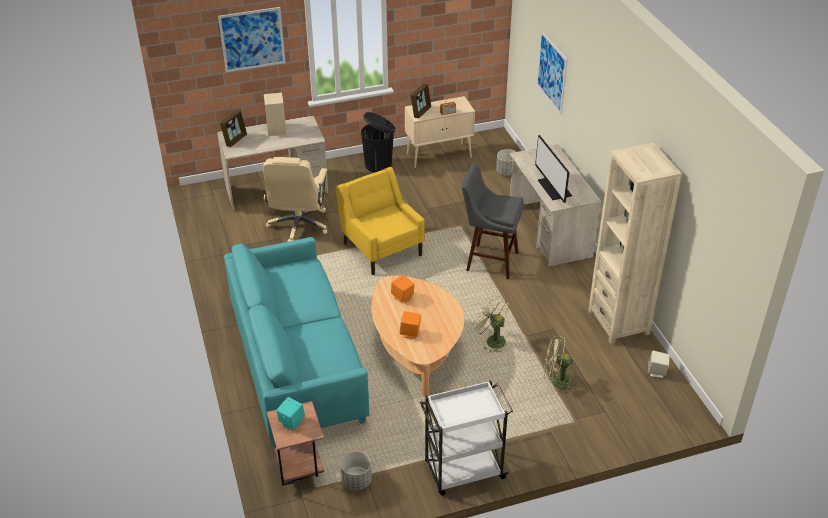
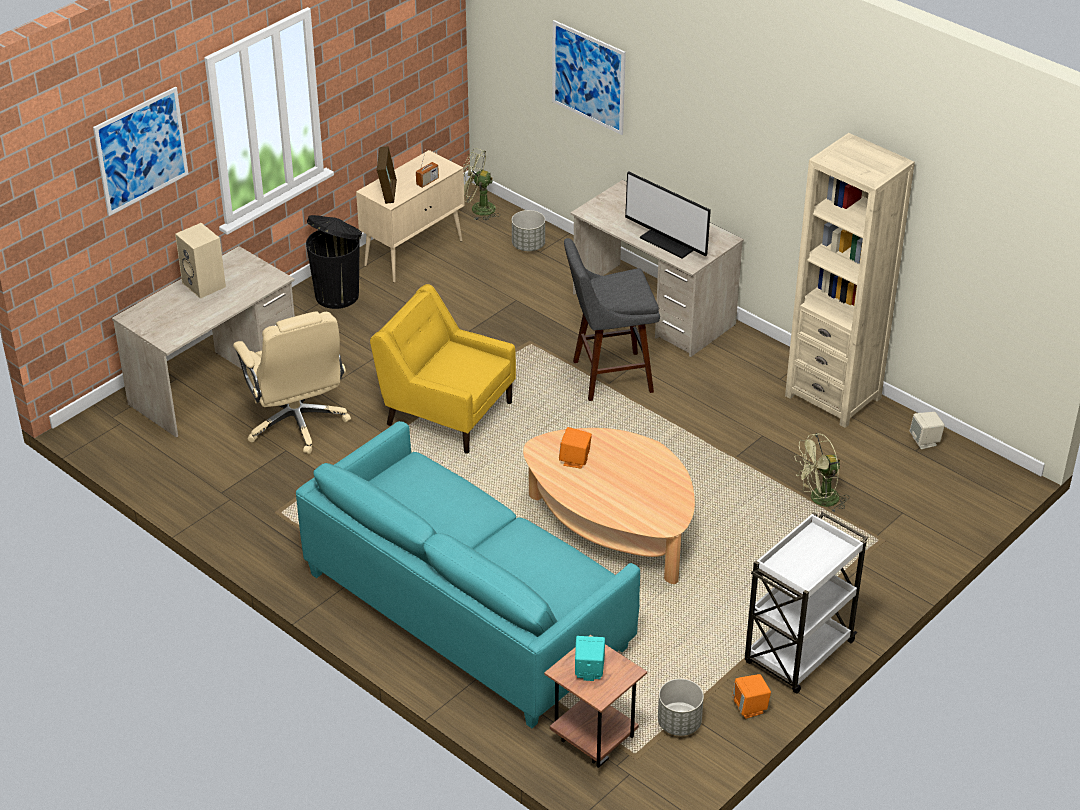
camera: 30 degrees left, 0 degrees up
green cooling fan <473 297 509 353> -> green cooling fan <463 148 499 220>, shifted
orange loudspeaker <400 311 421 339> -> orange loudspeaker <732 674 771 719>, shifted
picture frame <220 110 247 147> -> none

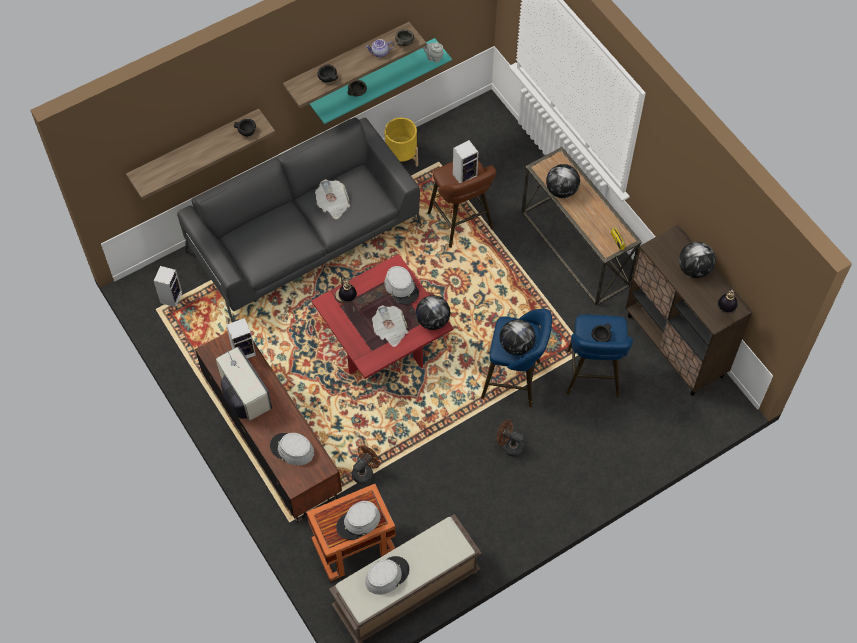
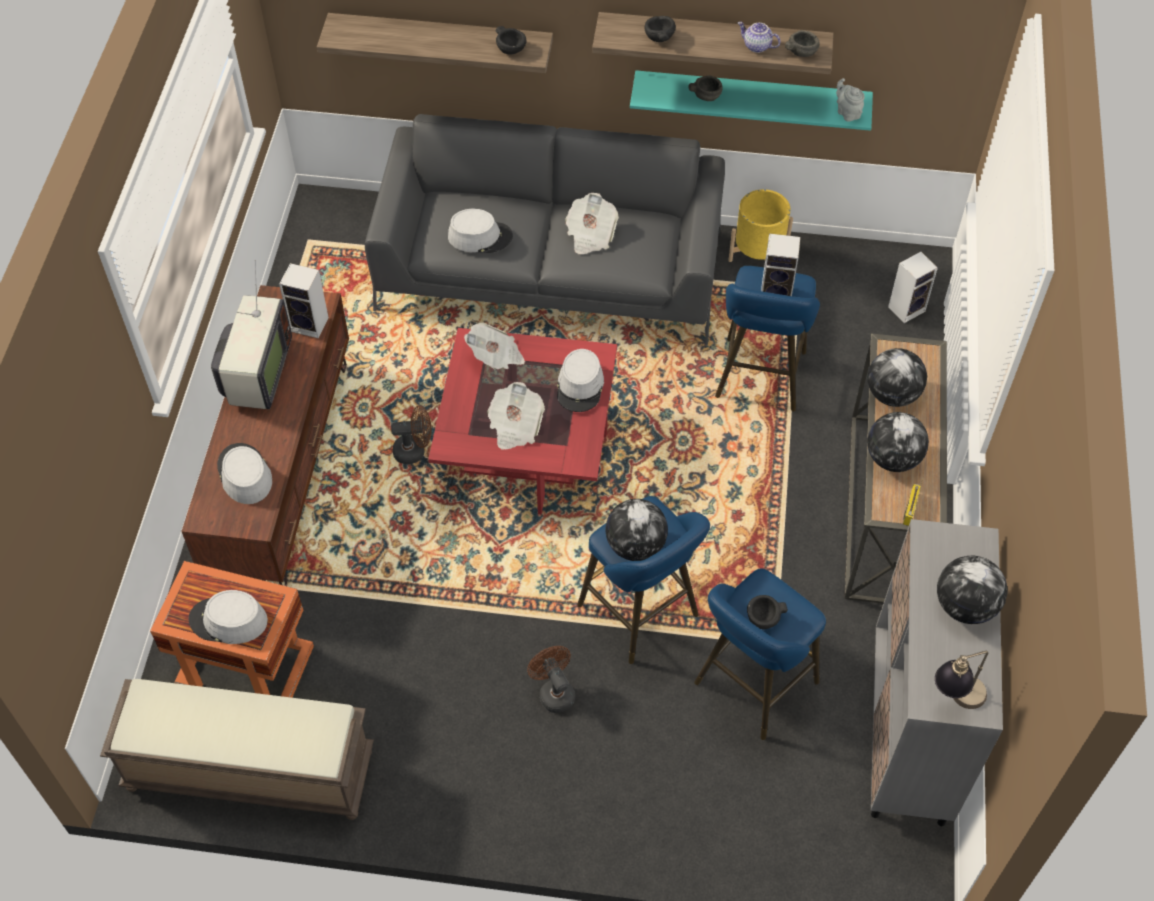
camera: 40 degrees right, 5 degrees down
brown-coloured cooling fan <352 445 380 485> -> brown-coloured cooling fan <391 405 432 464>, shifted
grey clothing hat <365 556 409 595> -> grey clothing hat <448 209 513 253>, shifted
table lamp <335 273 357 304> -> daily paper <464 323 525 370>
brown-coloured sitting stool <428 160 496 248> -> blue-coloured sitting stool <715 266 820 411>
world globe <416 295 450 330> -> world globe <867 412 929 472>, shifted
brown-coloured cupboard <625 225 752 396> -> grey cupboard <871 519 1003 826>
loudspeaker <154 266 182 307> -> loudspeaker <888 252 938 323>, shifted

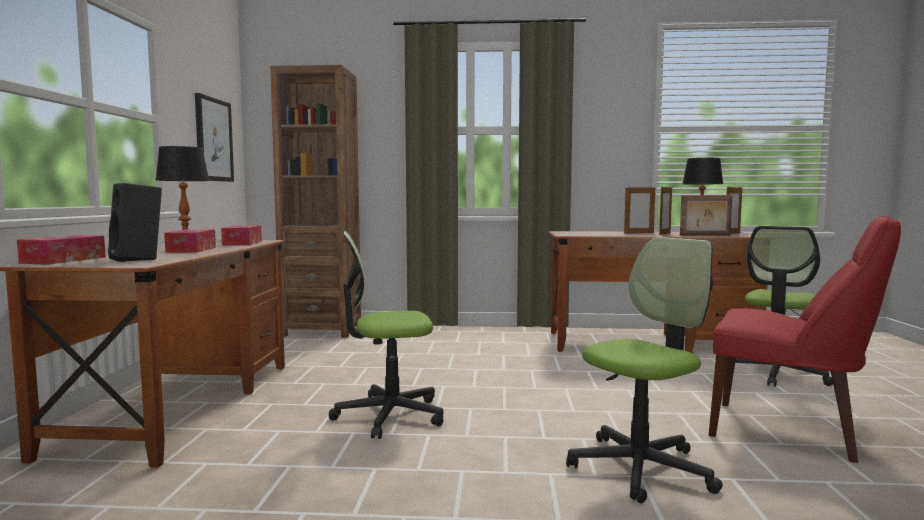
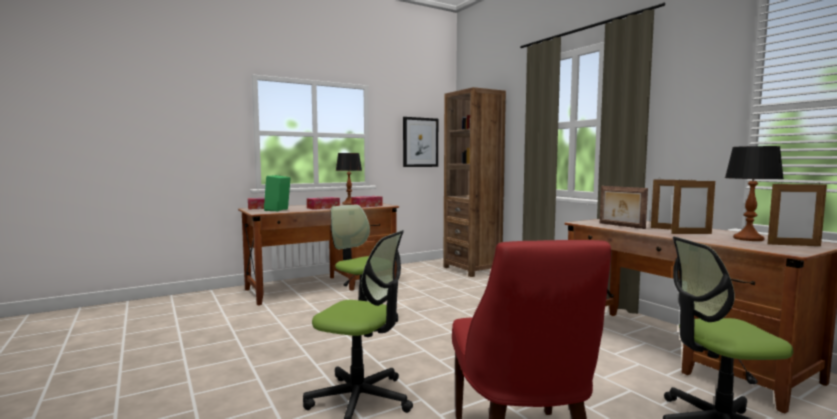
camera: 55 degrees right, 0 degrees up
blackish loudspeaker <108 183 162 262> -> green loudspeaker <264 175 291 211>
picture frame <680 195 733 236> -> picture frame <600 186 648 229>, shifted

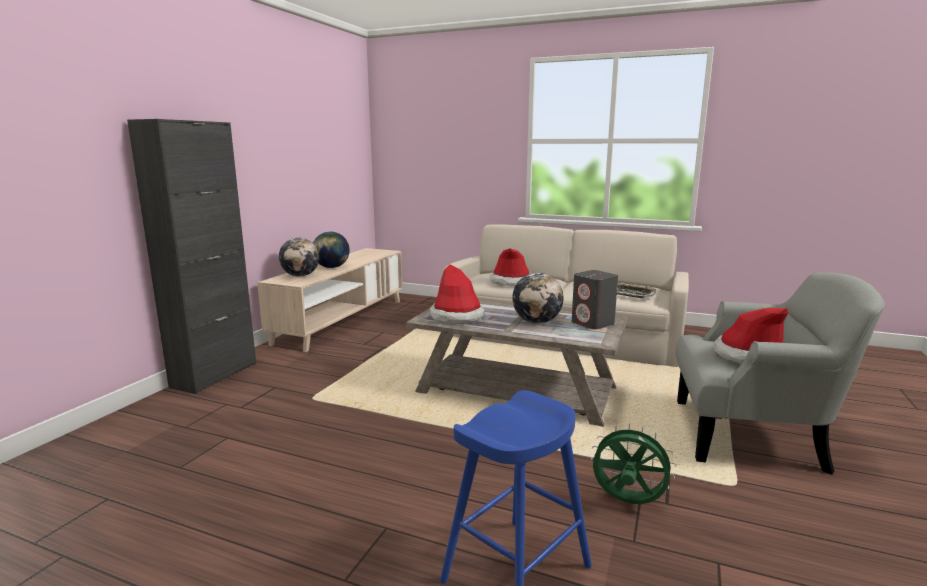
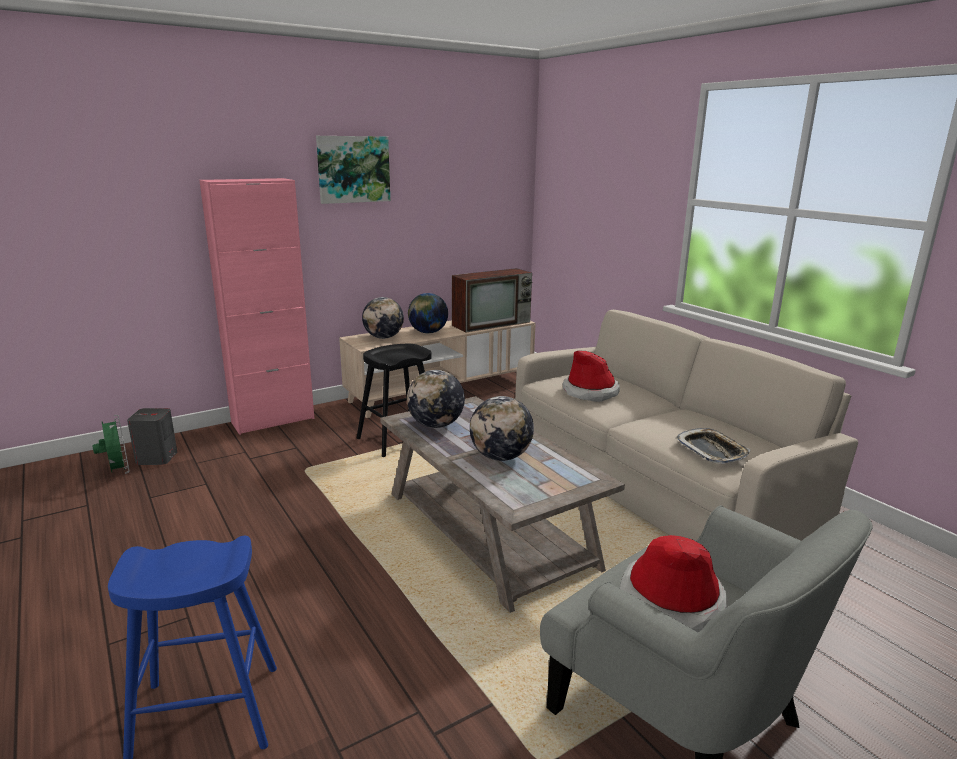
camera: 35 degrees right, 5 degrees up
green cooling fan <591 423 677 504> -> green cooling fan <92 415 129 474>, shifted
grey loudspeaker <572 270 618 329> -> grey loudspeaker <127 408 177 465>, shifted
blackish cupboard <127 119 256 394> -> pinkish cupboard <199 178 314 435>
none -> wall picture <316 136 390 204>
none -> blackish sitting stool <357 344 432 457>
clothing hat <430 264 485 325> -> world globe <407 370 465 428>
none -> TV set <452 268 533 332>

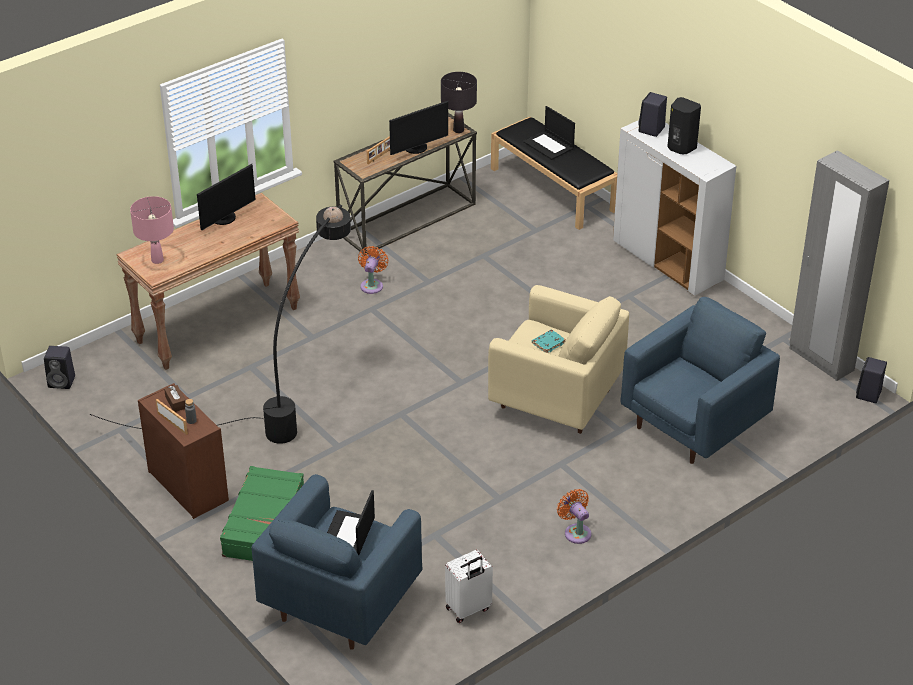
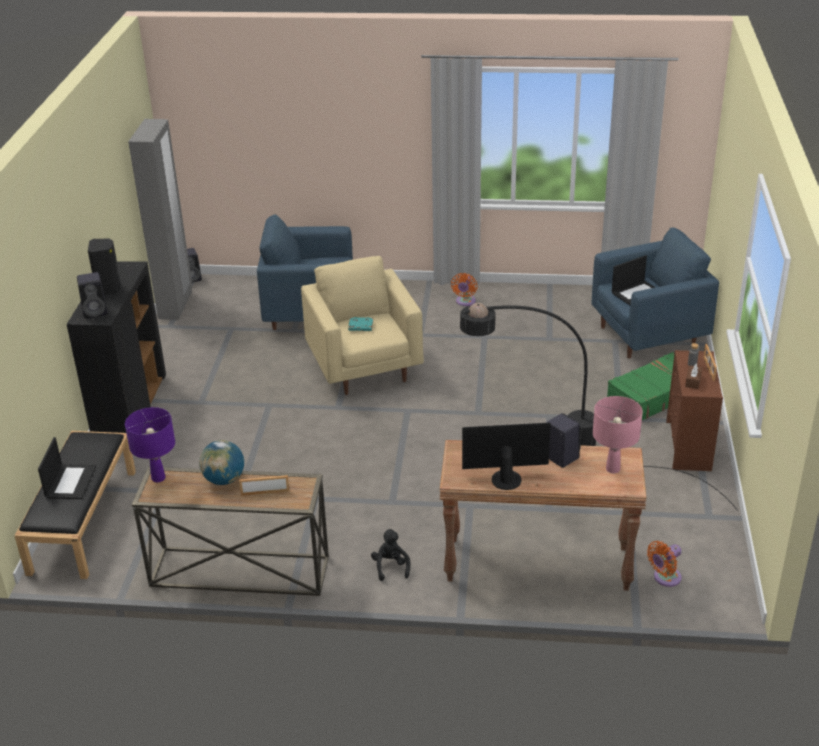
camera: 135 degrees left, 5 degrees down
whitish cupboard <613 120 736 296> -> blackish cupboard <67 261 166 433>
blackish table lamp <441 72 477 133> -> purple-coloured table lamp <125 407 175 482>
monitor <389 101 448 155> -> world globe <199 440 244 485>
none -> blackish cuddly toy <371 529 411 581>
blackish loudspeaker <44 346 75 389> -> blackish loudspeaker <547 413 581 468>, shifted
orange cooling fan <358 246 388 294> -> orange cooling fan <647 541 682 587>, shifted
whitish suitcase <445 550 493 623> -> none

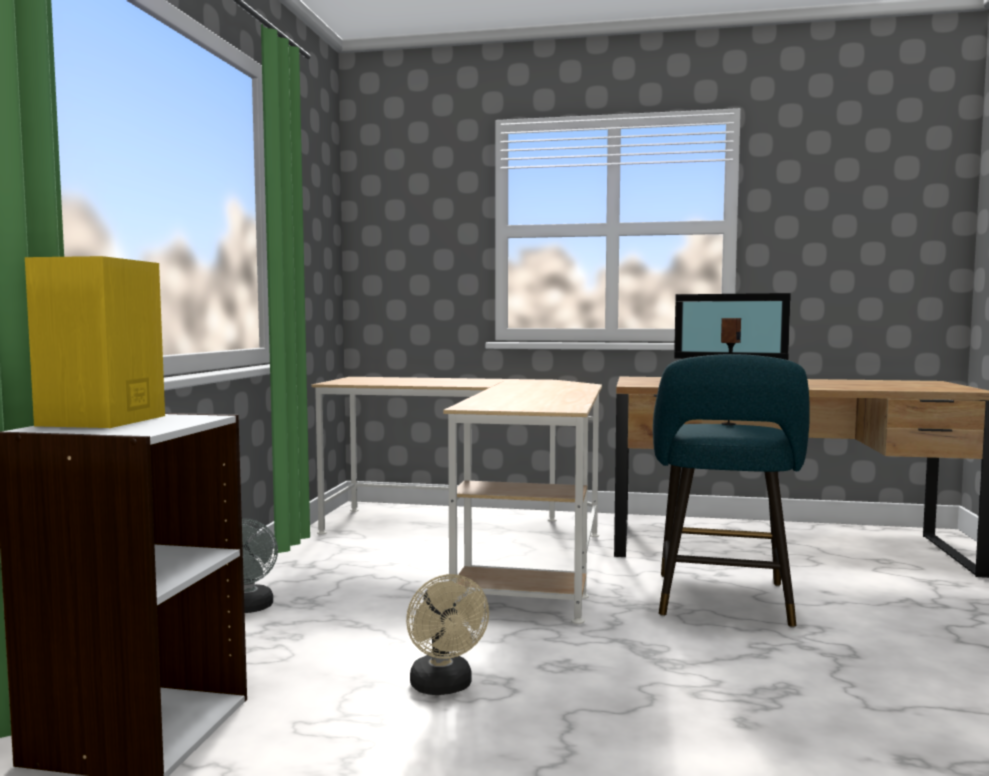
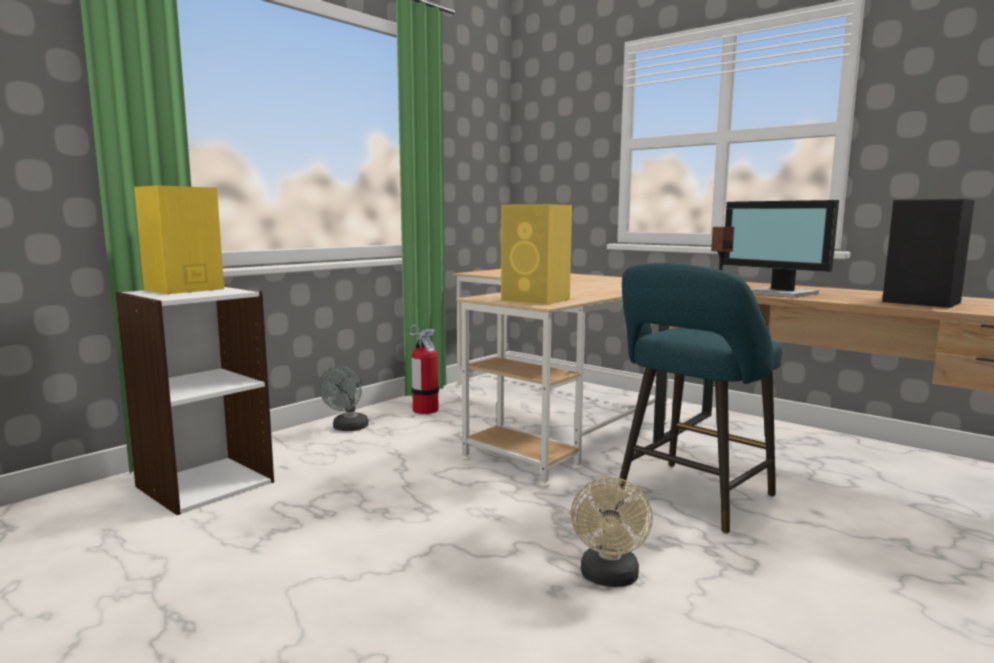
camera: 30 degrees right, 5 degrees up
none -> extinguisher <408 325 439 414>
none -> yellowish loudspeaker <501 204 572 305>
sand-coloured cooling fan <406 574 489 695> -> sand-coloured cooling fan <571 477 653 587>, shifted
none -> blackish loudspeaker <882 199 975 308>

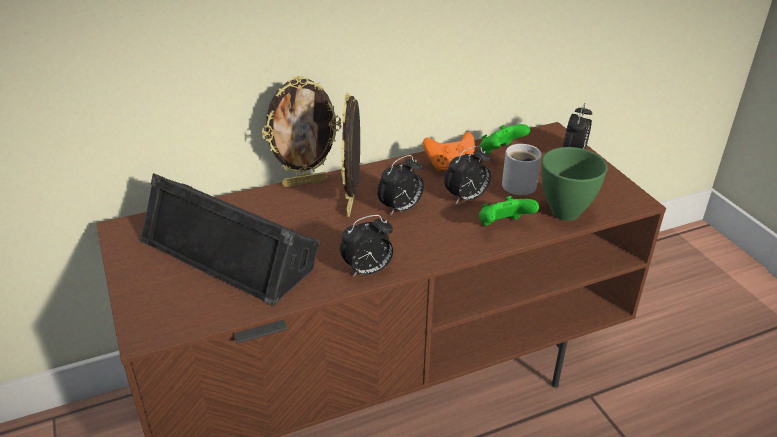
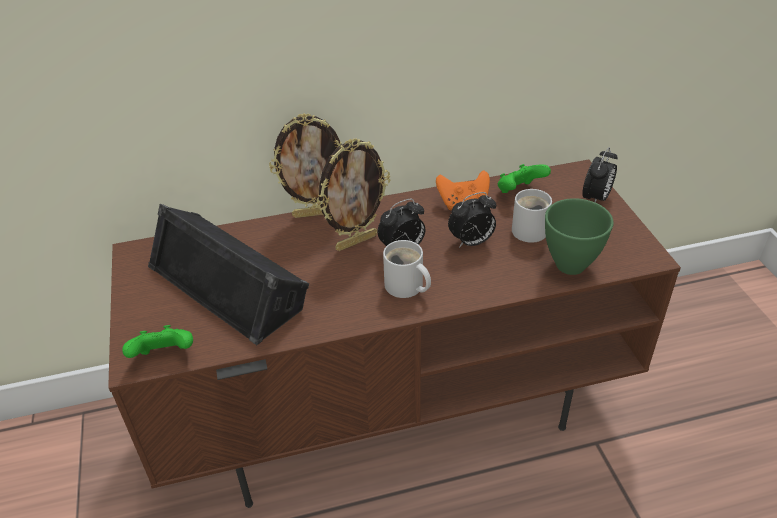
camera: 10 degrees right, 5 degrees up
green game controller <479 196 539 226> -> green game controller <122 325 193 358>, shifted
picture frame <341 93 360 217> -> picture frame <316 138 390 251>, 135 degrees counterclockwise
none -> whitish coffee mug <383 240 431 298>
table clock <340 215 393 277> -> none

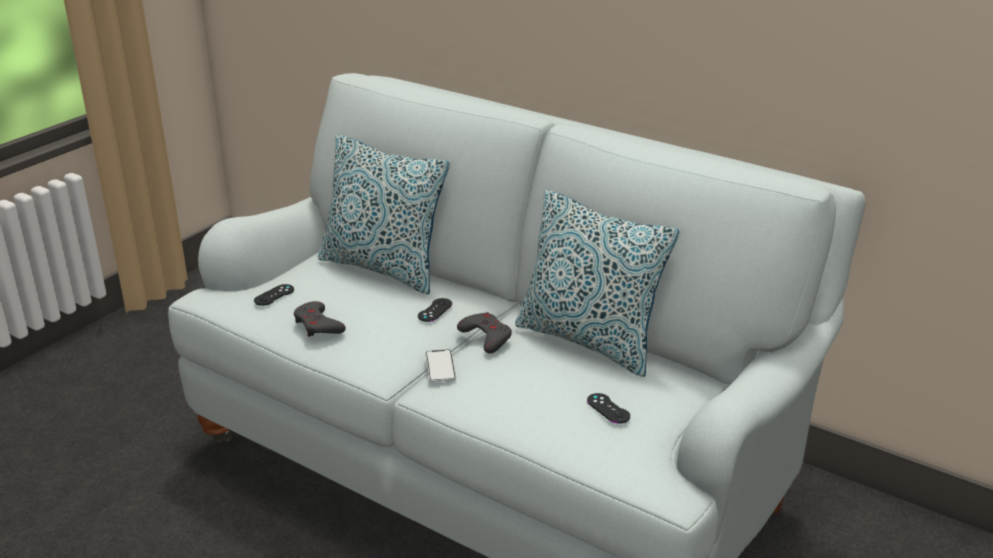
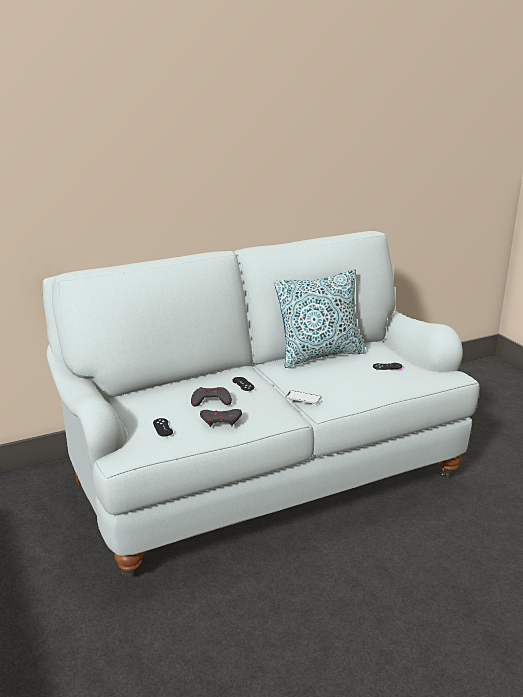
camera: 60 degrees left, 5 degrees down
grey game controller <457 312 512 354> -> grey game controller <191 387 232 406>, shifted
throw pillow <318 135 450 294> -> none

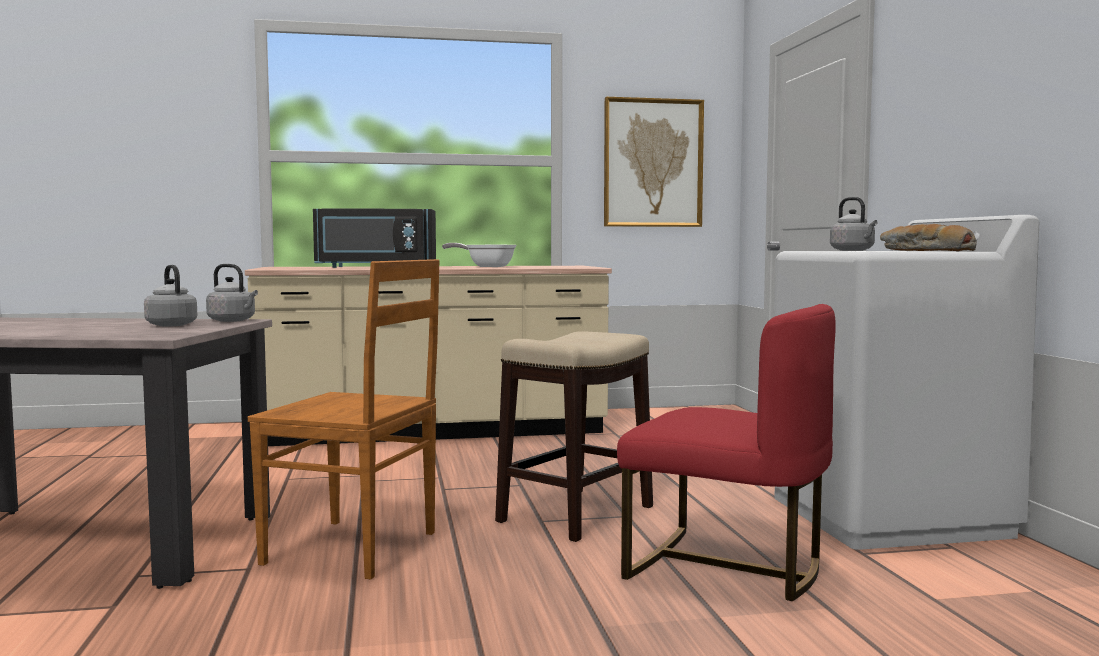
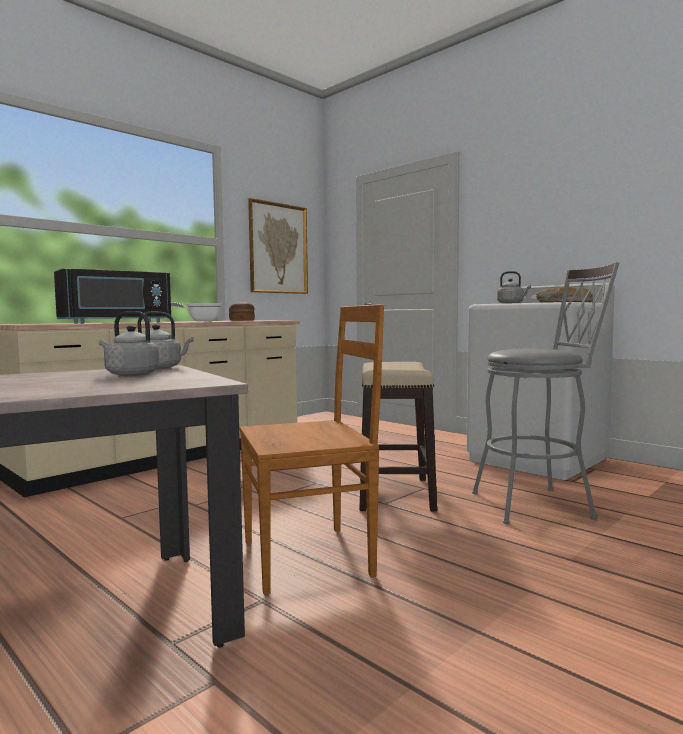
camera: 35 degrees left, 0 degrees up
none -> baked bread <229 302 255 321>
reddish chair <617 304 836 601> -> grey sitting stool <472 262 619 524>

